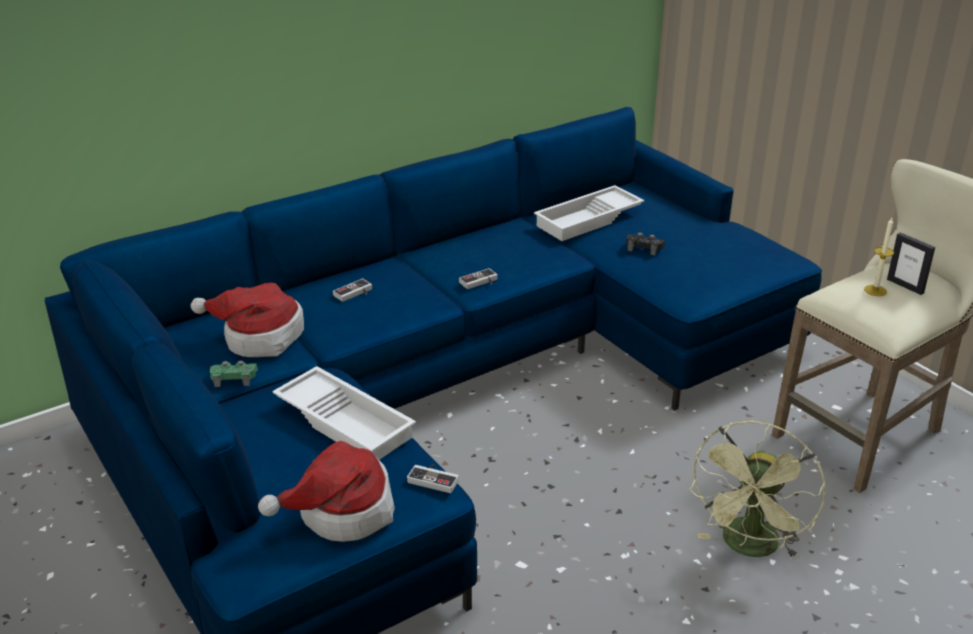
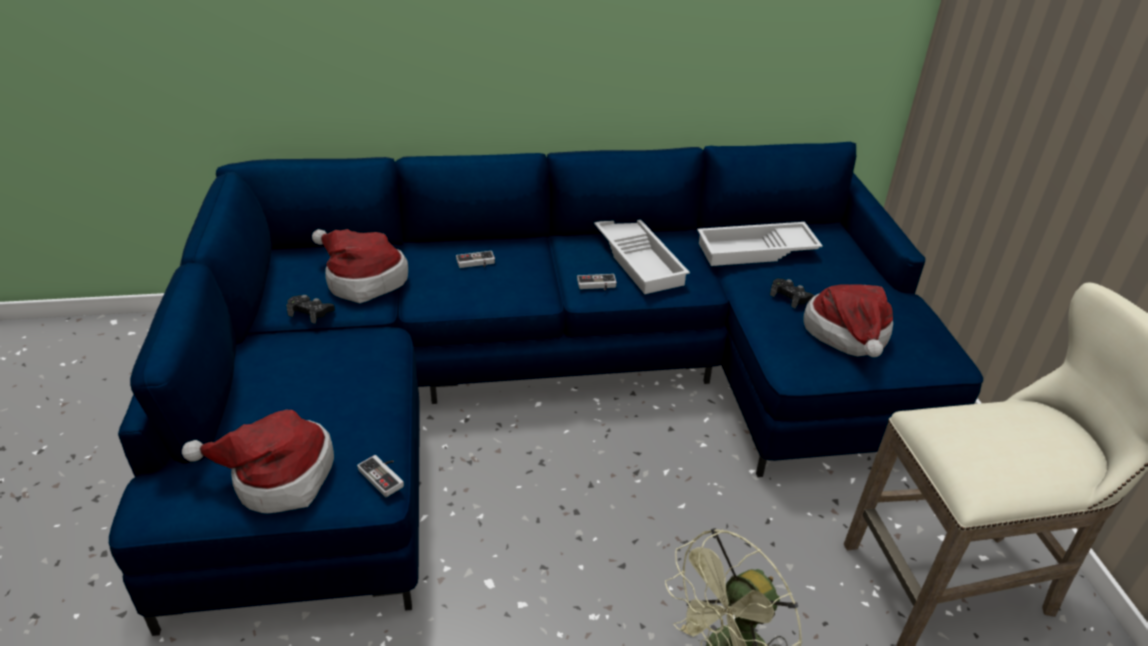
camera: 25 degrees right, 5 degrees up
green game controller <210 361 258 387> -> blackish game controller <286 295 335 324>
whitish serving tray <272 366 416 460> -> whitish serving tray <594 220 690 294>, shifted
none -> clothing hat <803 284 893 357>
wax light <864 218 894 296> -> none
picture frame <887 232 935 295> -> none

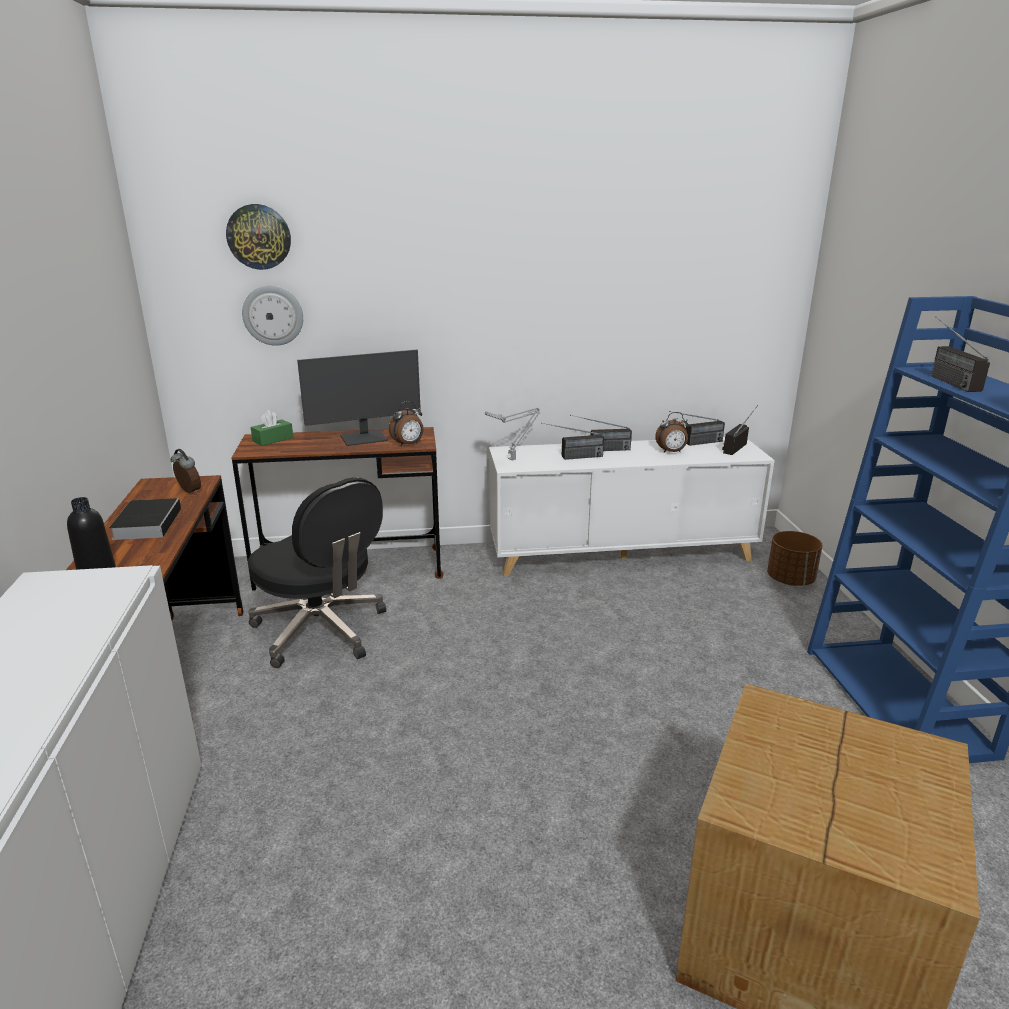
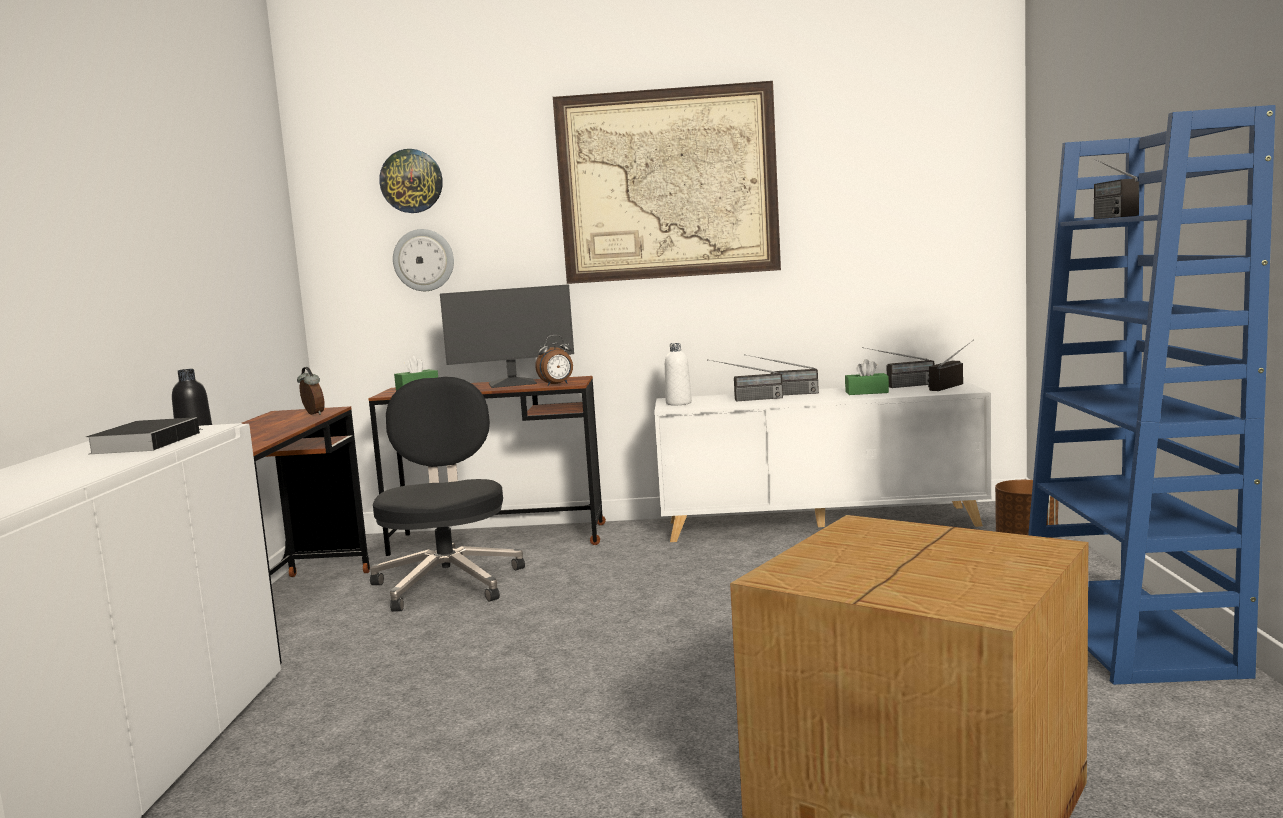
camera: 10 degrees right, 15 degrees down
bound book <109 498 181 540> -> bound book <86 417 202 454>, shifted
blackish computer chair <248 477 386 668> -> blackish computer chair <370 377 525 612>, 150 degrees counterclockwise
none -> wall picture <553 81 781 284>
grey table lamp <485 408 540 461> -> whitish drink bottle <665 343 692 405>
table clock <655 412 689 453> -> green tissue holder <845 359 889 395>

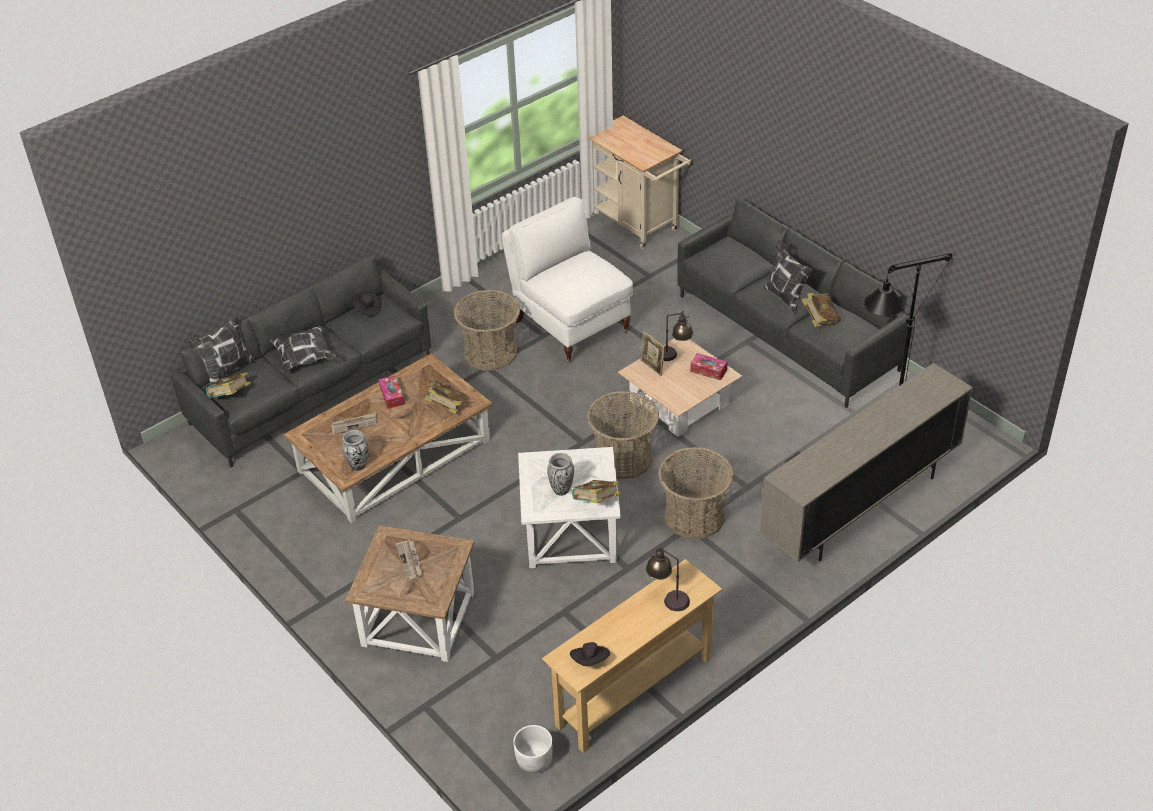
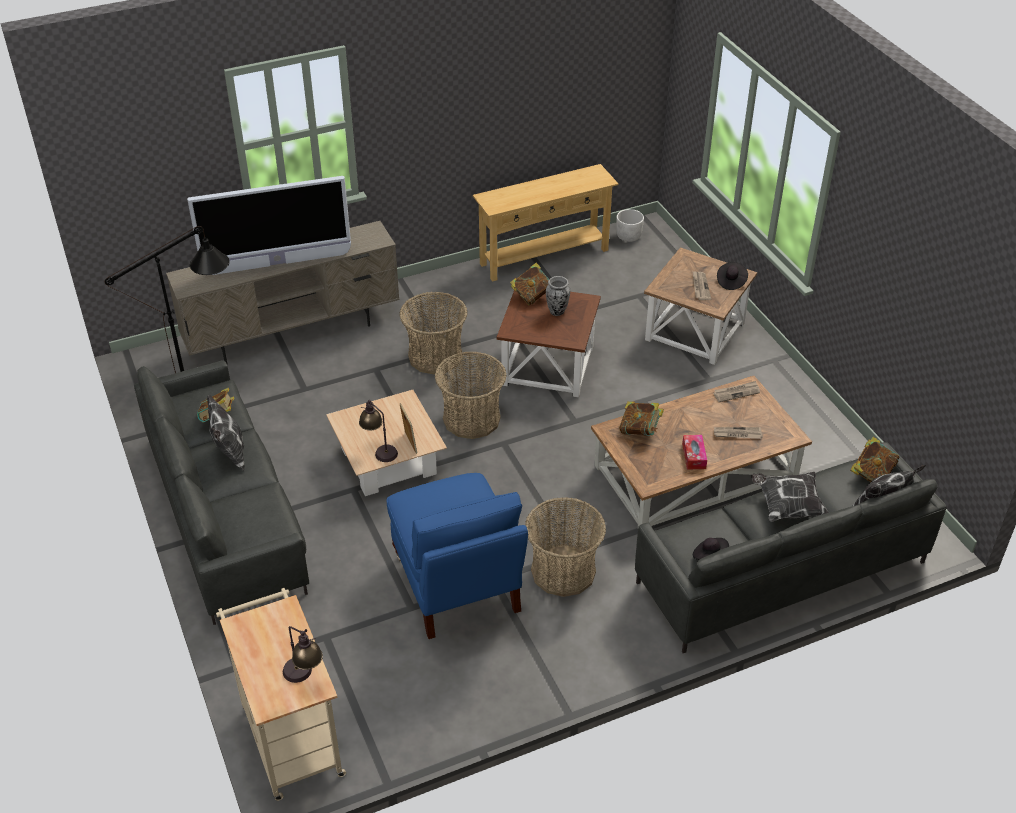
camera: 165 degrees left, 0 degrees up
none -> TV set <187 176 351 275>
table lamp <646 546 690 611> -> table lamp <283 626 323 683>, shifted
whitish armchair <502 197 633 363> -> blue-coloured armchair <386 473 528 639>
whitish side table <518 447 621 568> -> brown-coloured side table <497 291 601 398>
flower vase <342 430 368 471> -> daily paper <713 381 760 402>
blackish clothing hat <570 642 610 666> -> blackish clothing hat <717 262 748 290>, shifted
tissue holder <690 353 727 380> -> none

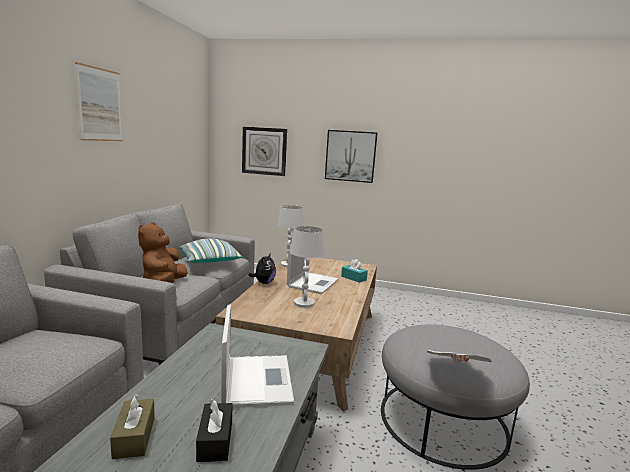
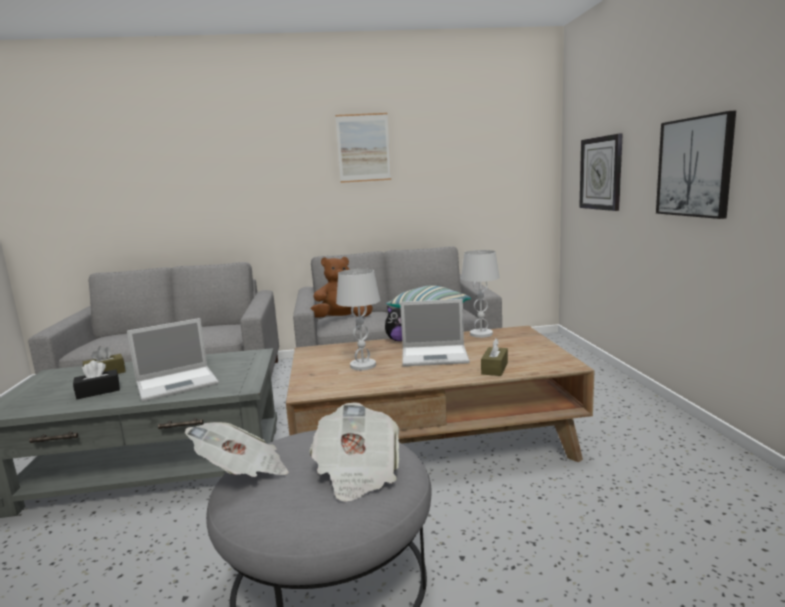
camera: 70 degrees right, 0 degrees up
none -> daily paper <310 402 399 502>
turquoise-coloured tissue holder <341 259 368 283> -> brown-coloured tissue holder <481 338 508 376>

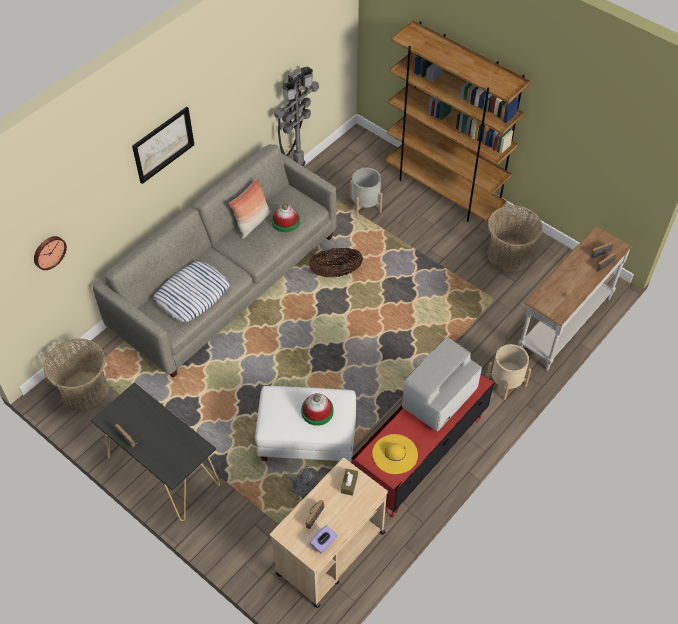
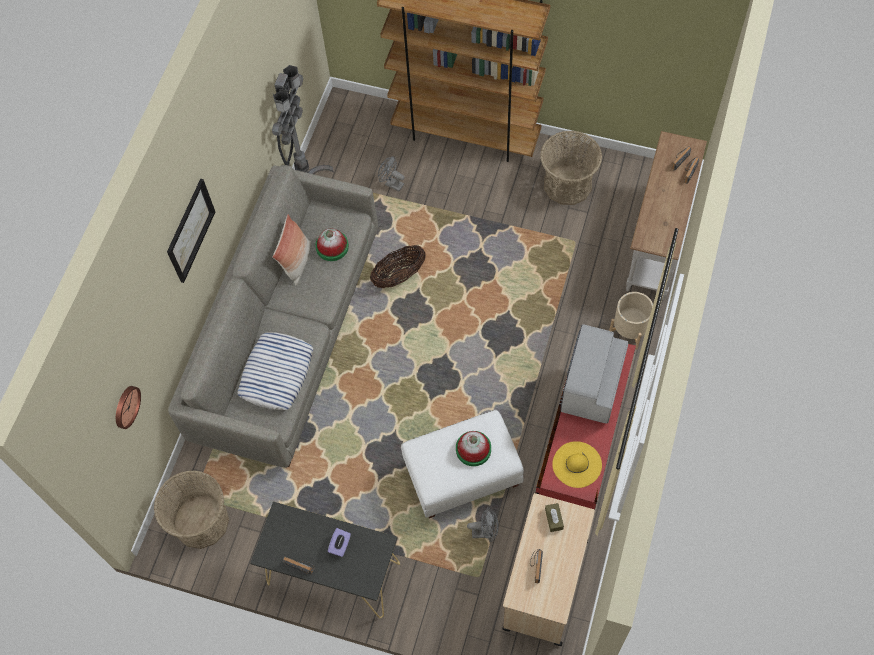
camera: 20 degrees left, 10 degrees up
purple-coloured tissue holder <310 525 337 554> -> purple-coloured tissue holder <328 528 351 557>, shifted
grey flower pot <350 168 382 217> -> grey cooling fan <378 156 405 191>

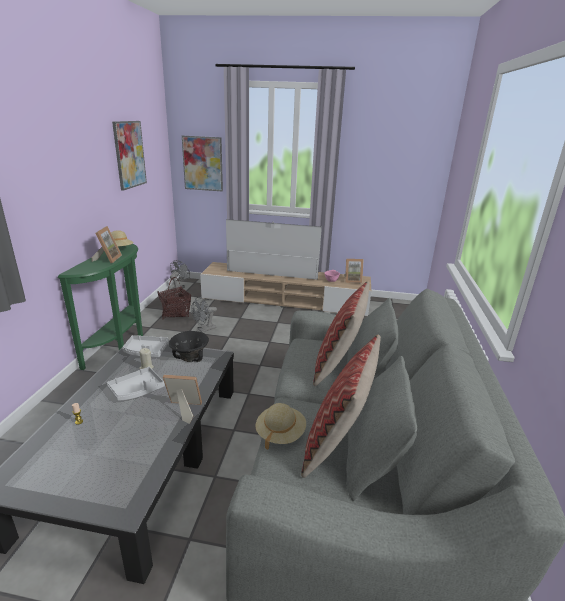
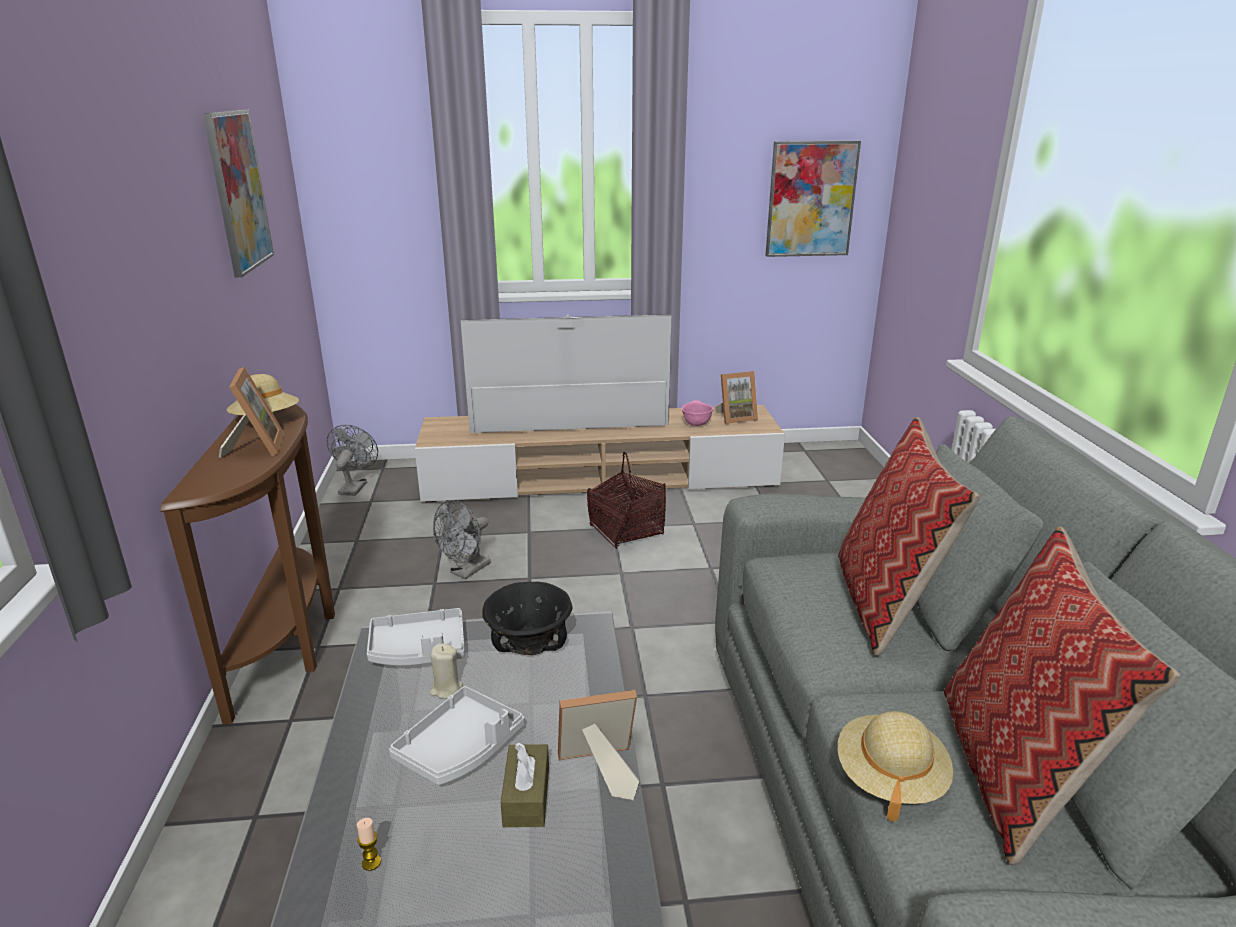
camera: 15 degrees left, 0 degrees up
green narrow table <58 244 143 370> -> brown-coloured narrow table <160 404 335 724>
none -> brown-coloured tissue holder <500 742 549 827>
basket <158 277 191 319> -> basket <587 452 666 549>, shifted
wall picture <182 136 223 191> -> wall picture <765 141 861 257>, shifted

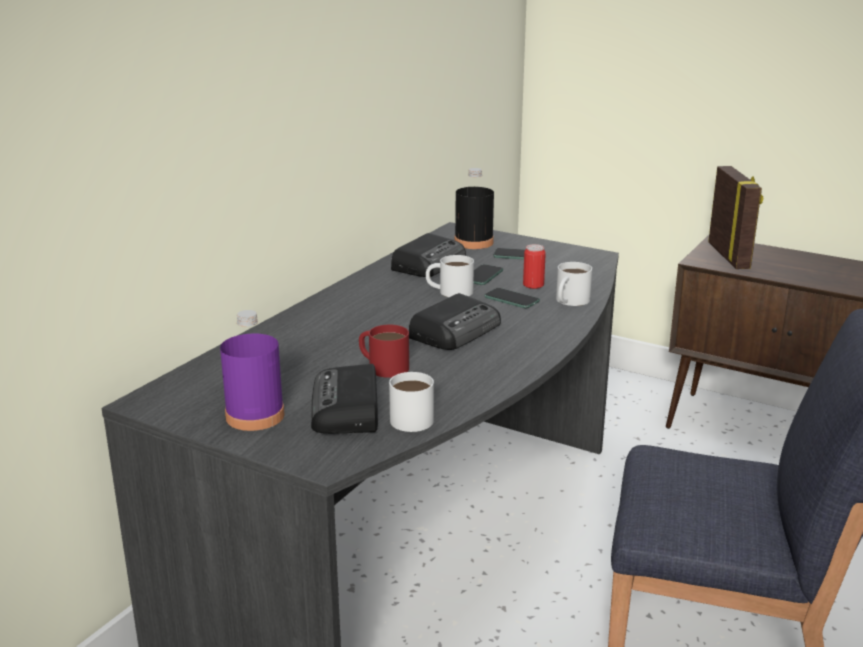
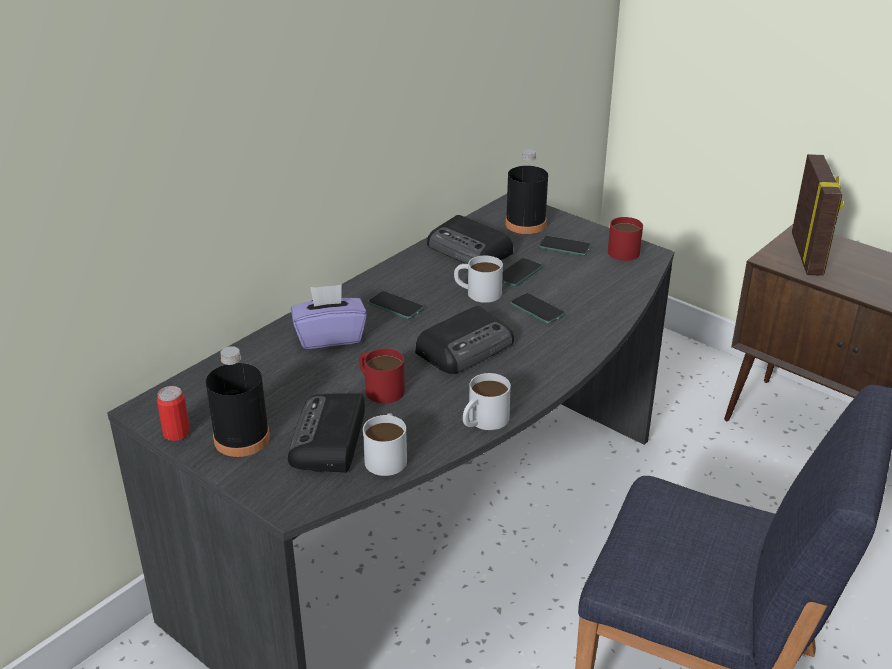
camera: 10 degrees right, 10 degrees up
sealed can <523 244 546 289> -> sealed can <157 386 190 441>, shifted
purple-coloured drink bottle <220 310 284 431> -> blackish drink bottle <206 346 270 457>
none -> purple-coloured tissue holder <291 284 367 349>
none -> telephone <368 291 424 319>
radio <391 233 466 277> -> radio <427 215 513 264>, 90 degrees clockwise
whitish coffee mug <556 262 592 306> -> whitish coffee mug <463 373 511 430>, shifted
none -> reddish coffee mug <608 217 643 261>

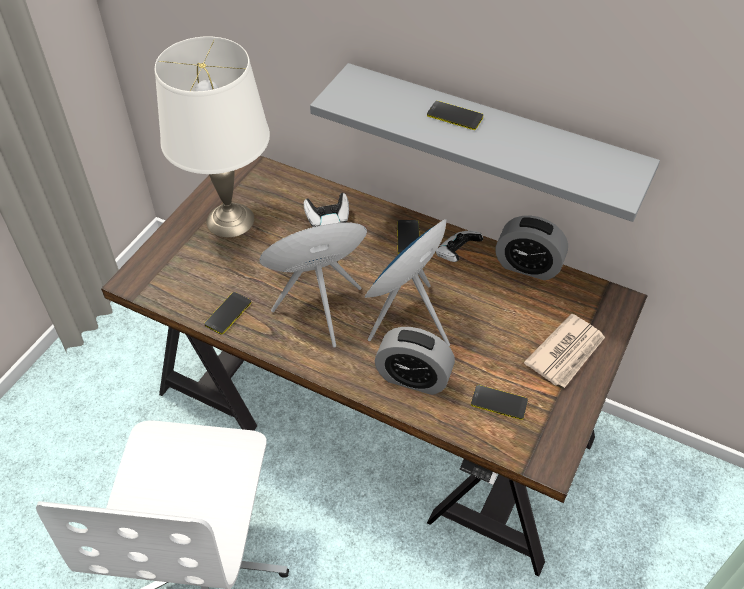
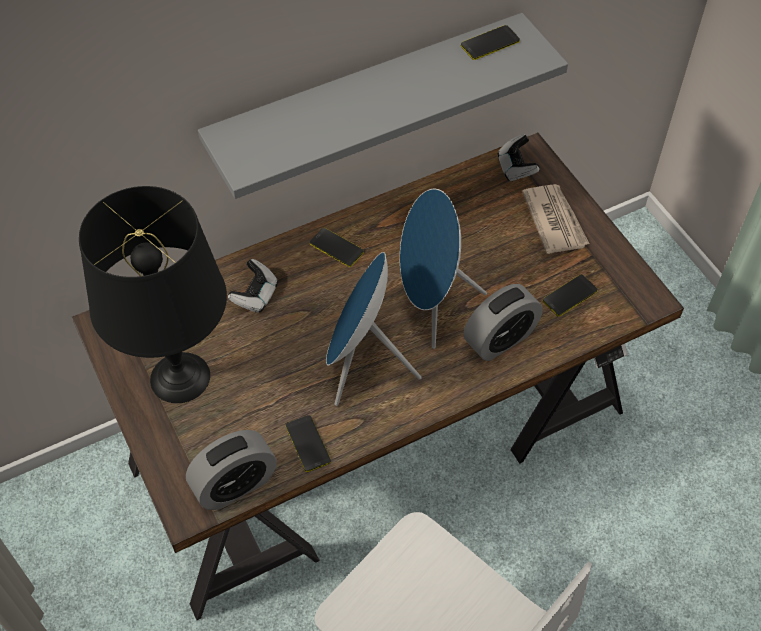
camera: 55 degrees left, 5 degrees up
whitish table lamp <155 36 270 237> -> blackish table lamp <79 186 227 403>
table clock <495 215 568 280> -> table clock <186 430 277 510>, shifted
telephone <427 101 483 130> -> telephone <461 25 520 60>, shifted
game controller <436 231 483 262> -> game controller <498 134 540 182>, shifted

